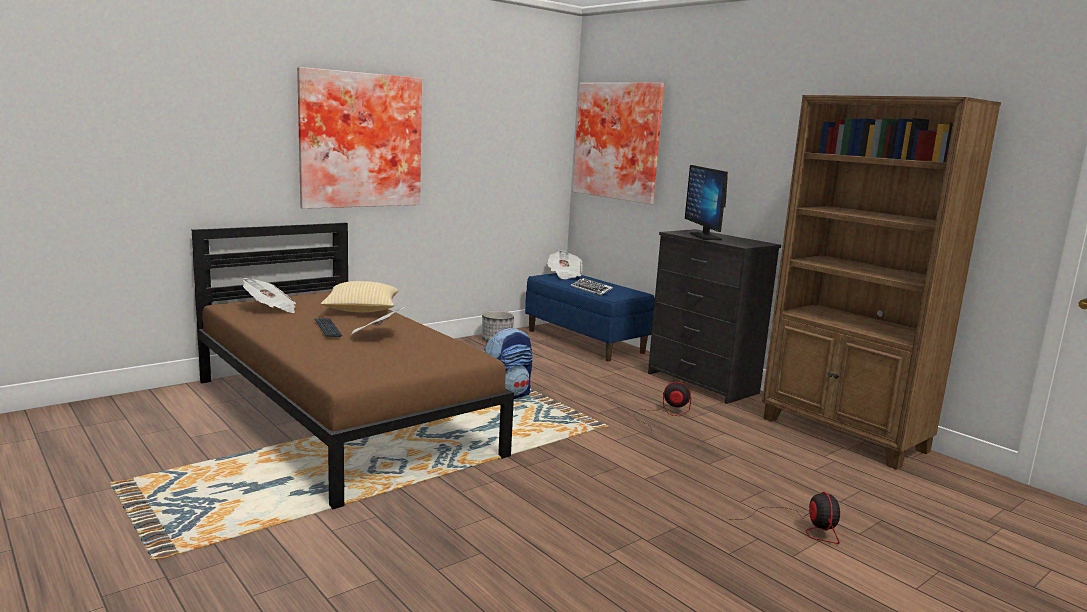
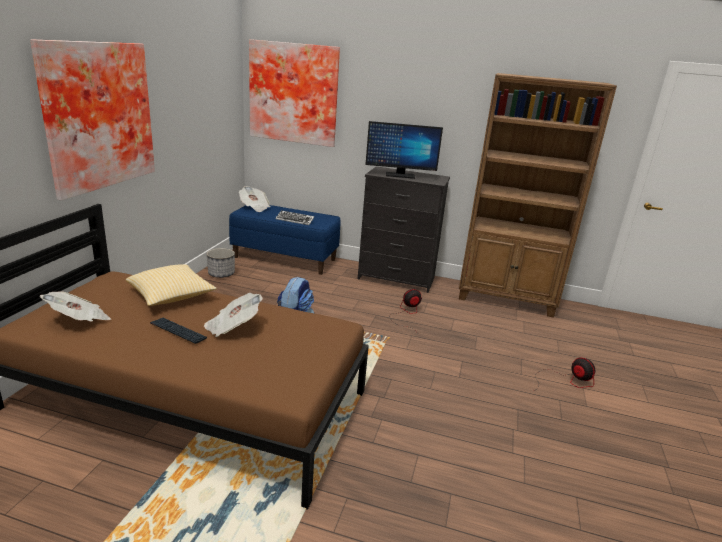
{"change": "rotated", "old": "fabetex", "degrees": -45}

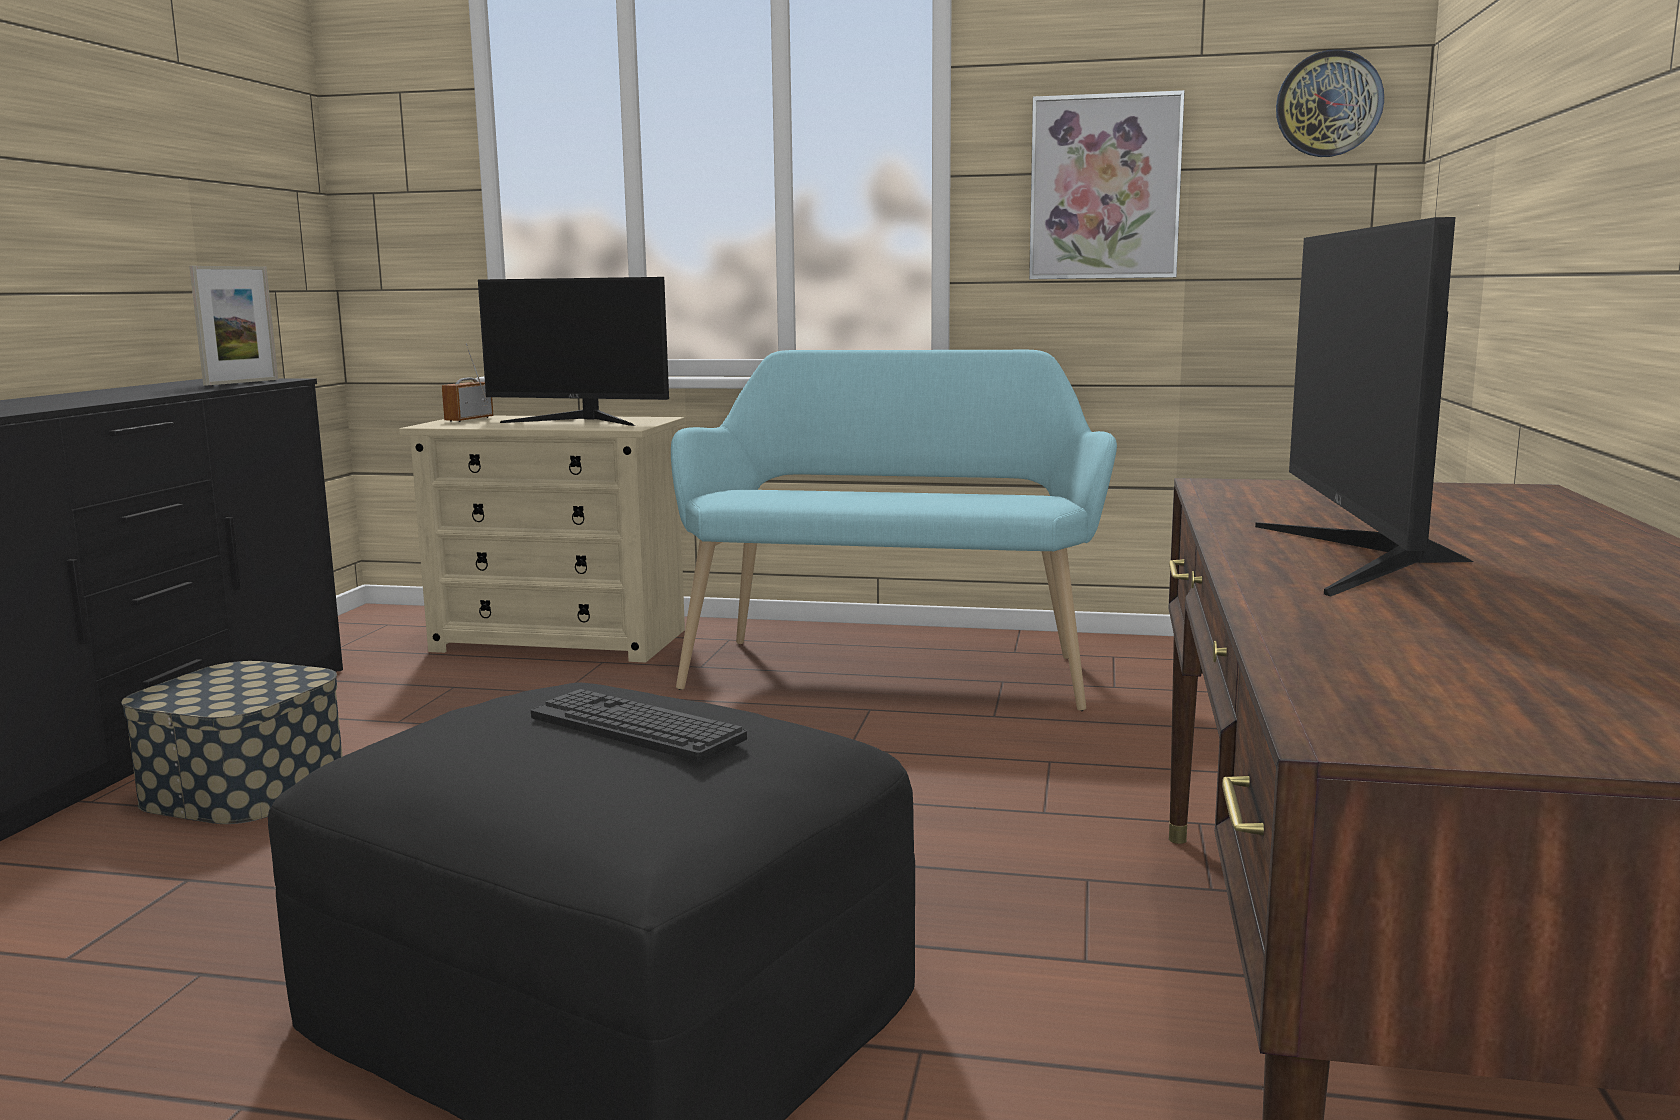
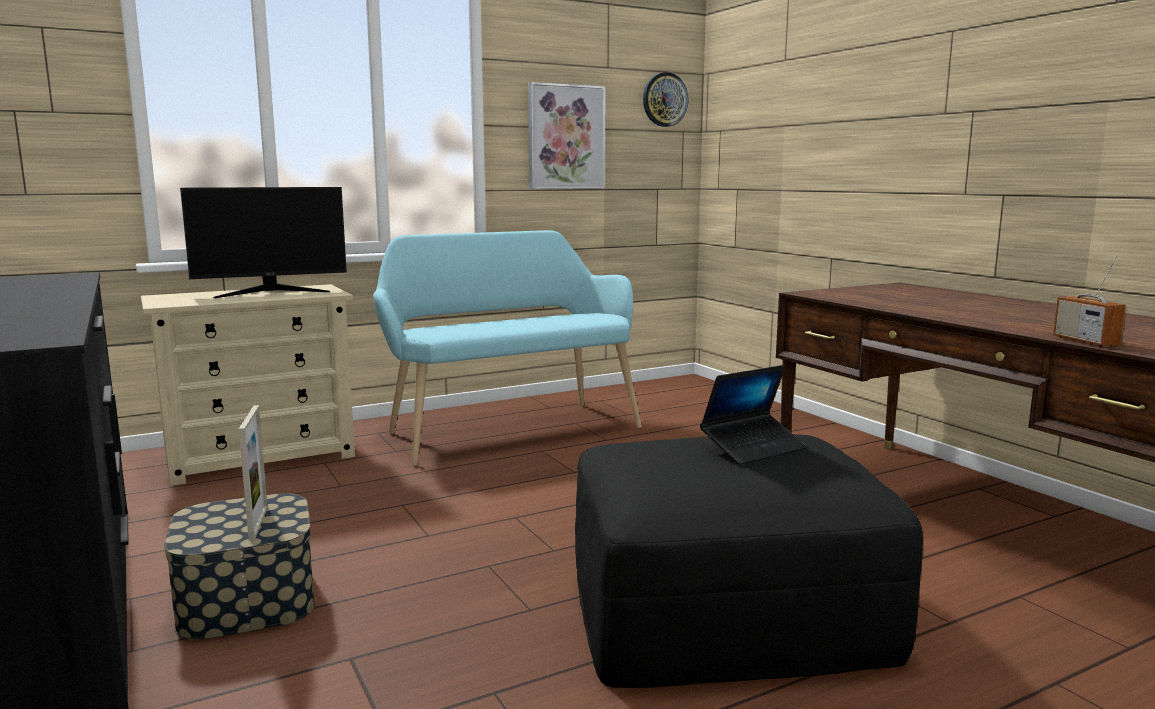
{"change": "gone", "old": "fabetex (no. 2 from left)"}
{"change": "shifted", "old": "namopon"}
{"change": "shifted", "old": "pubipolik"}
{"change": "swapped", "old": "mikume", "new": "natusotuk"}

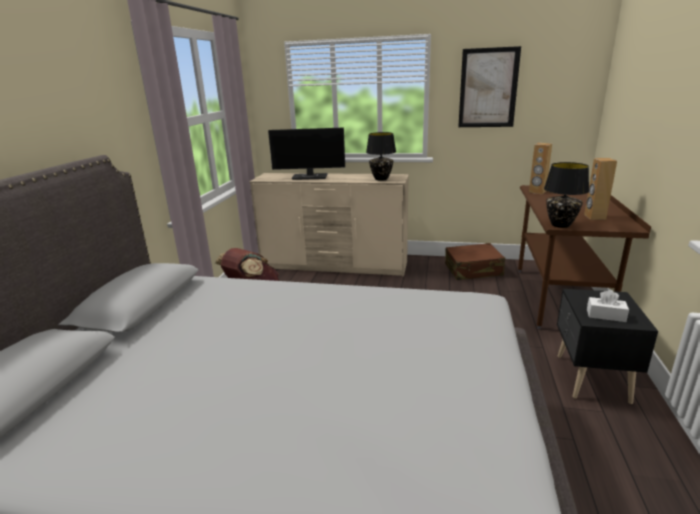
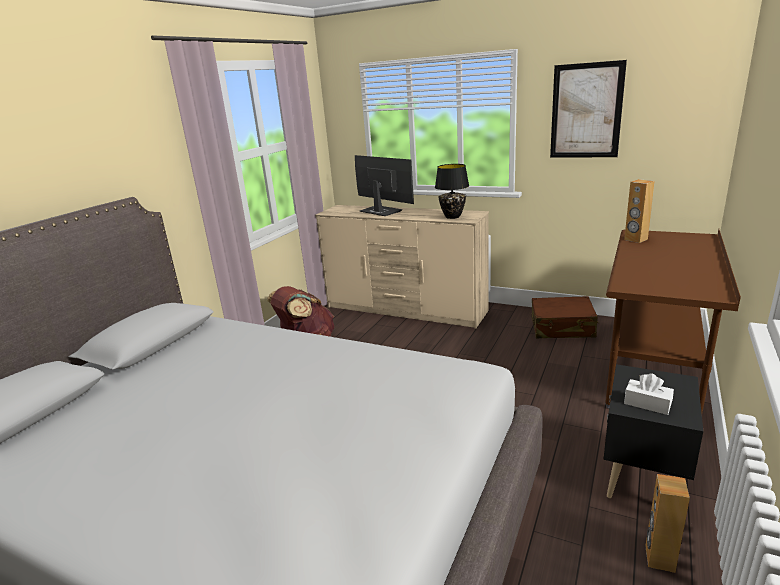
{"change": "rotated", "old": "fabetex", "degrees": -150}
{"change": "shifted", "old": "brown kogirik (no. 2 from left)"}
{"change": "gone", "old": "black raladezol (no. 2 from left)"}

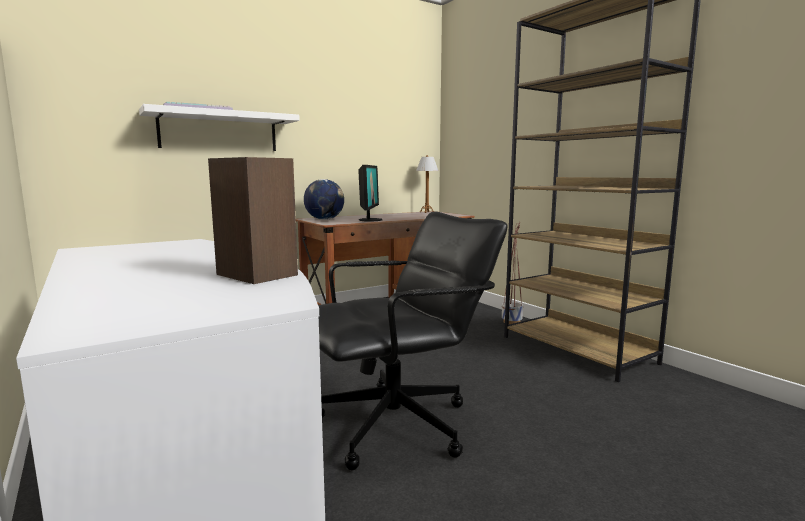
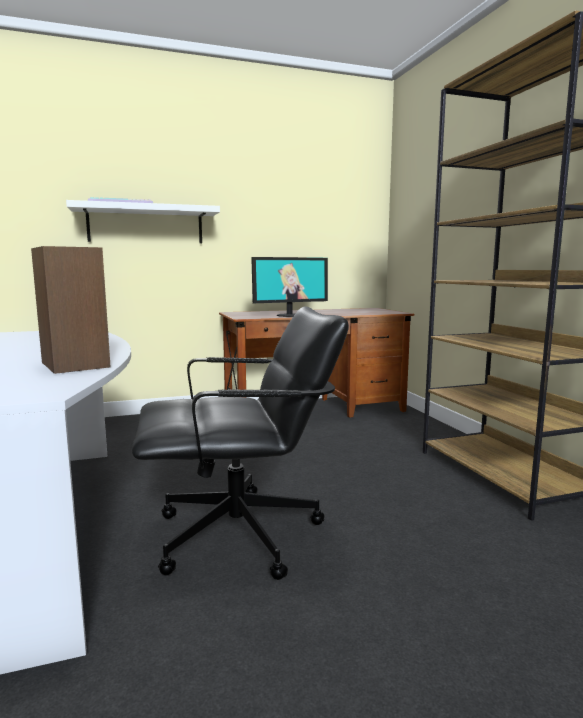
{"change": "gone", "old": "raladezol"}
{"change": "rotated", "old": "fabetex", "degrees": 45}
{"change": "gone", "old": "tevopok"}
{"change": "gone", "old": "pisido"}

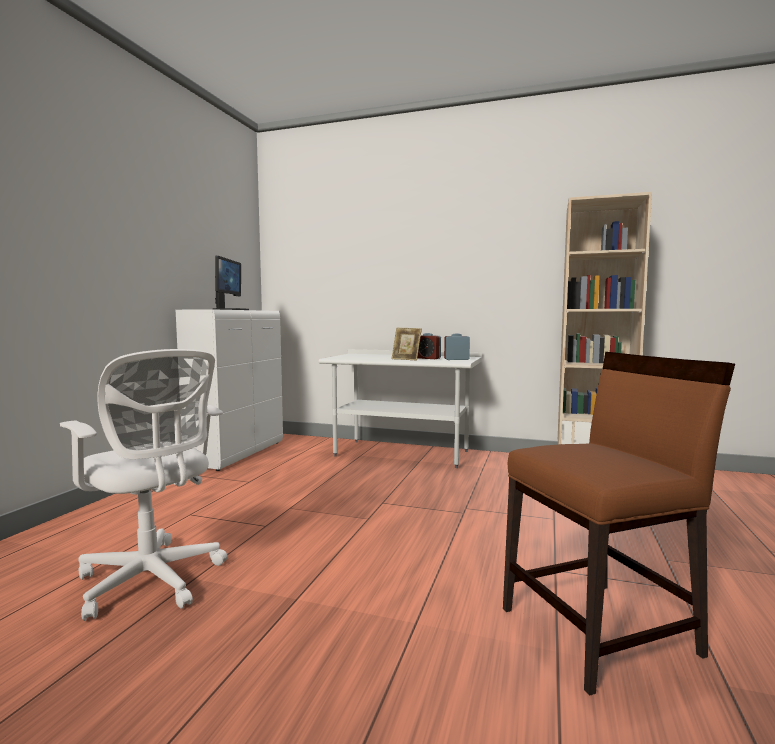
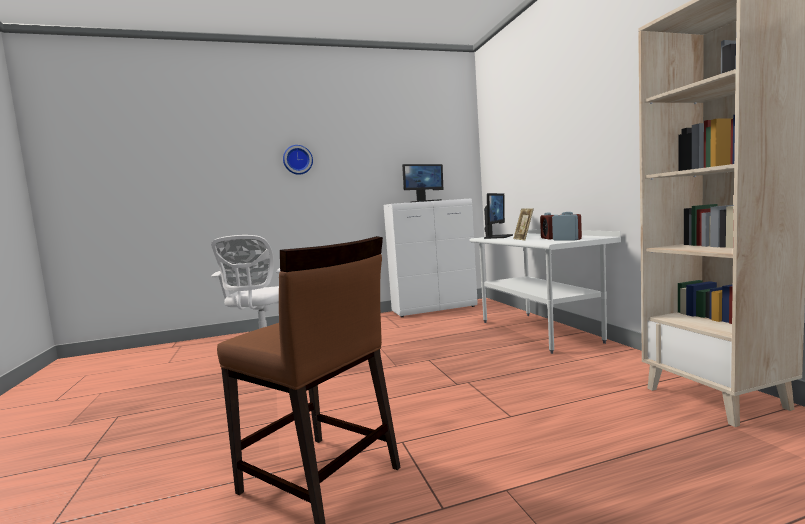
{"change": "new", "new": "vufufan"}
{"change": "new", "new": "fabetex (no. 2 from left)"}

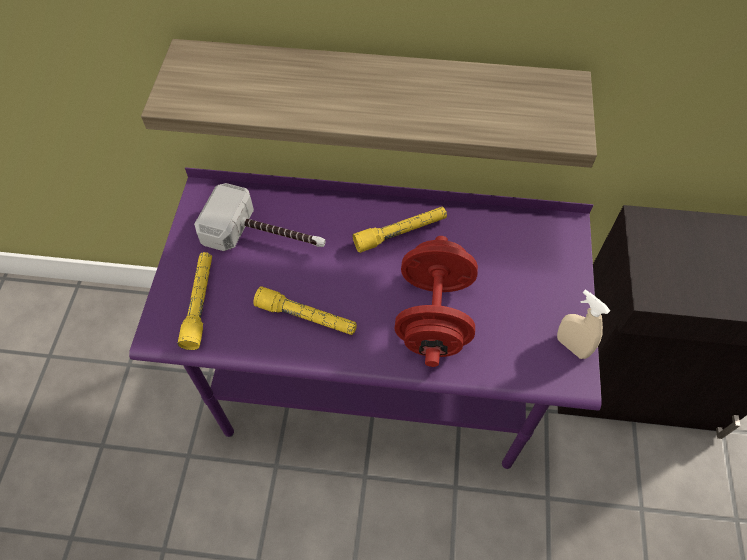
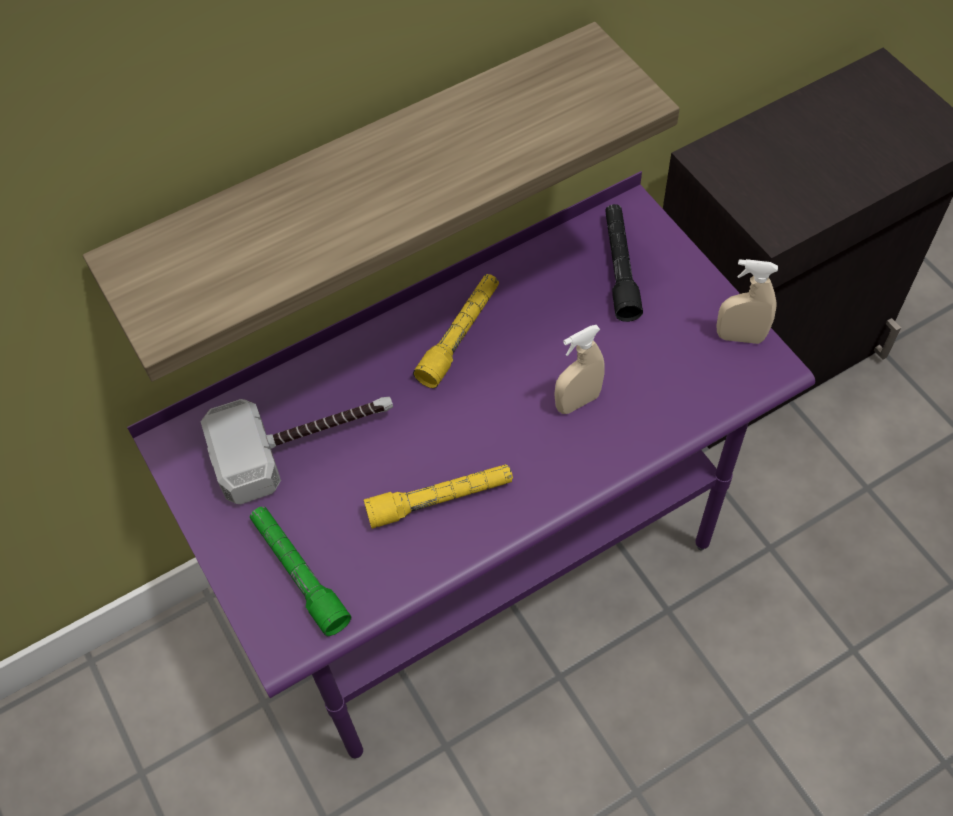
{"change": "swapped", "old": "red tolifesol", "new": "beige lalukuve (no. 1 from left)"}
{"change": "repainted", "old": "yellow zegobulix (no. 1 from left)", "new": "green zegobulix"}
{"change": "new", "new": "black zegobulix"}

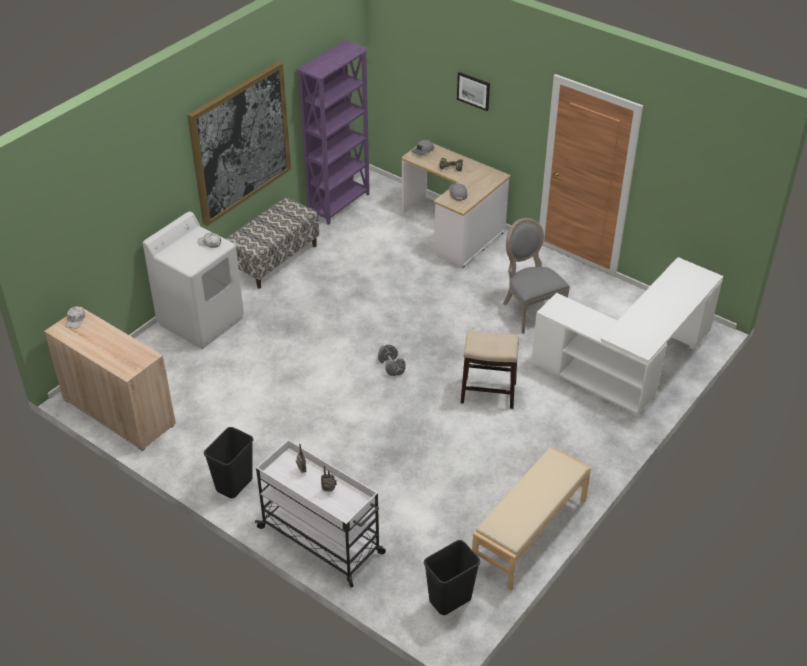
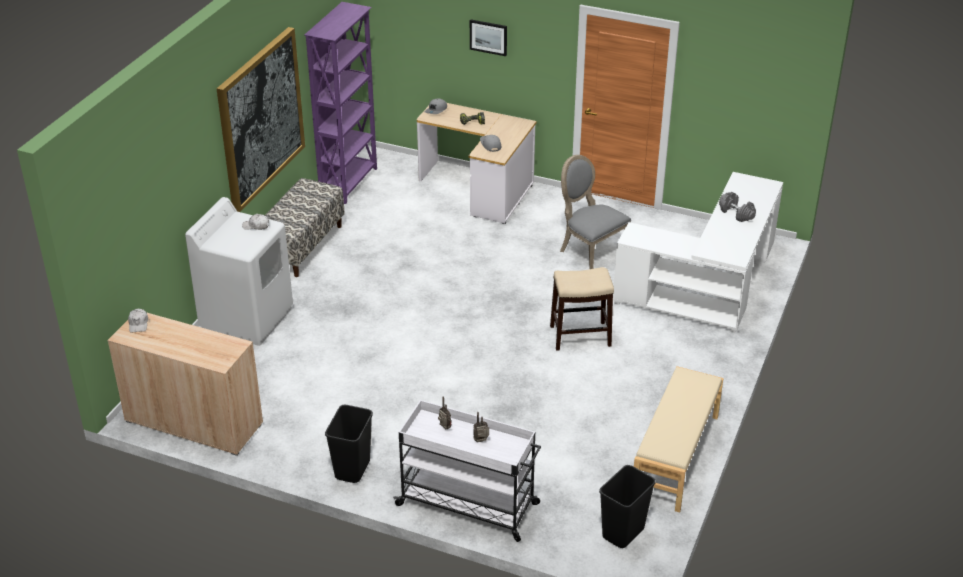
{"change": "shifted", "old": "grey tolifesol"}

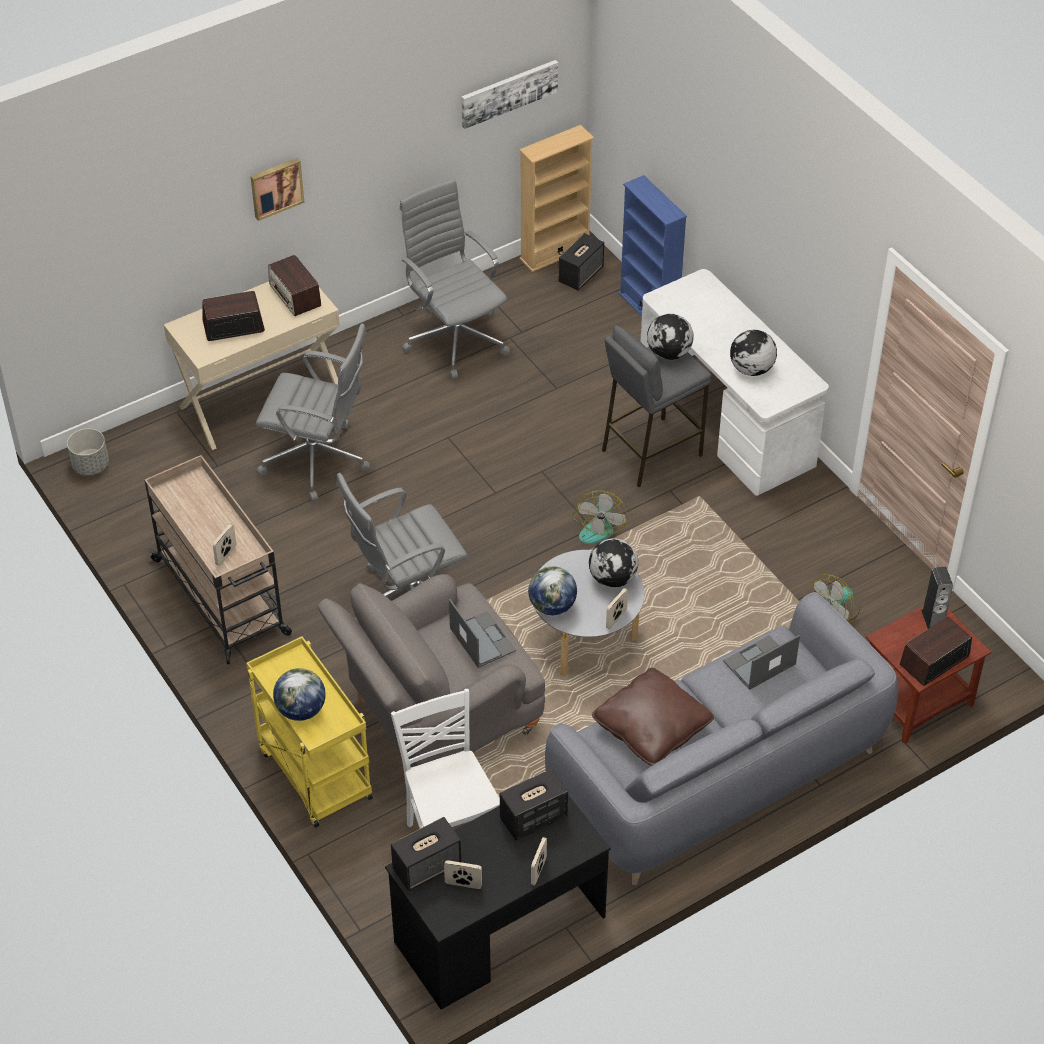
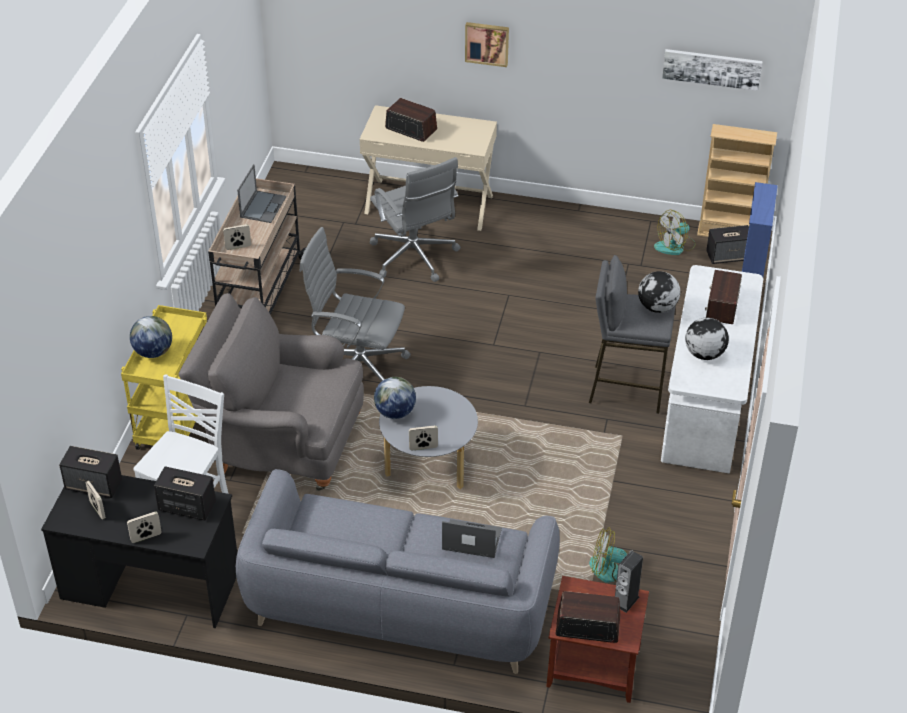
{"change": "gone", "old": "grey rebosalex (no. 3 from left)"}
{"change": "shifted", "old": "pubipolik (no. 2 from left in the first image)", "new": "pubipolik (no. 3 from left)"}
{"change": "gone", "old": "grey pisido"}
{"change": "shifted", "old": "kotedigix (no. 1 from left in the first image)", "new": "kotedigix (no. 2 from left)"}
{"change": "gone", "old": "tevopok (no. 3 from left)"}
{"change": "shifted", "old": "natusotuk (no. 1 from left)"}
{"change": "gone", "old": "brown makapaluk"}

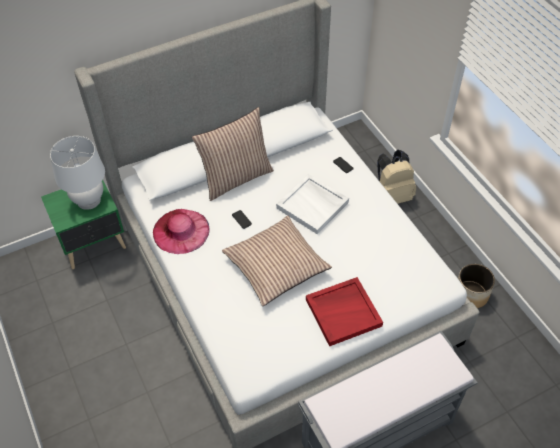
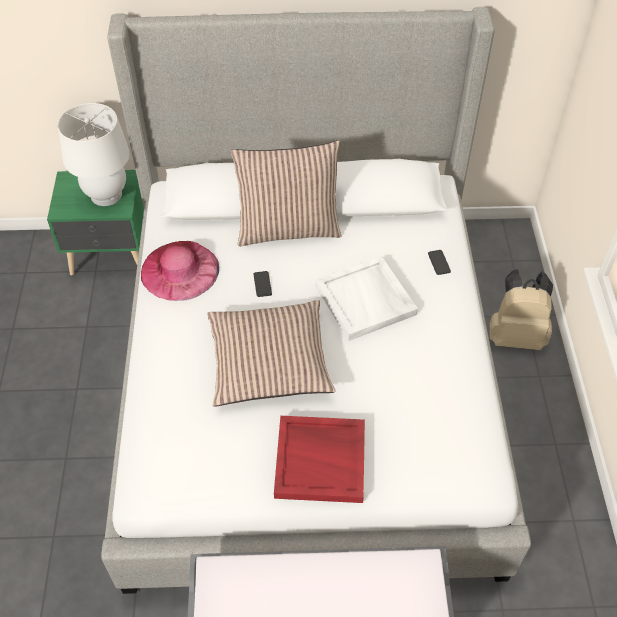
{"change": "gone", "old": "pisido"}

